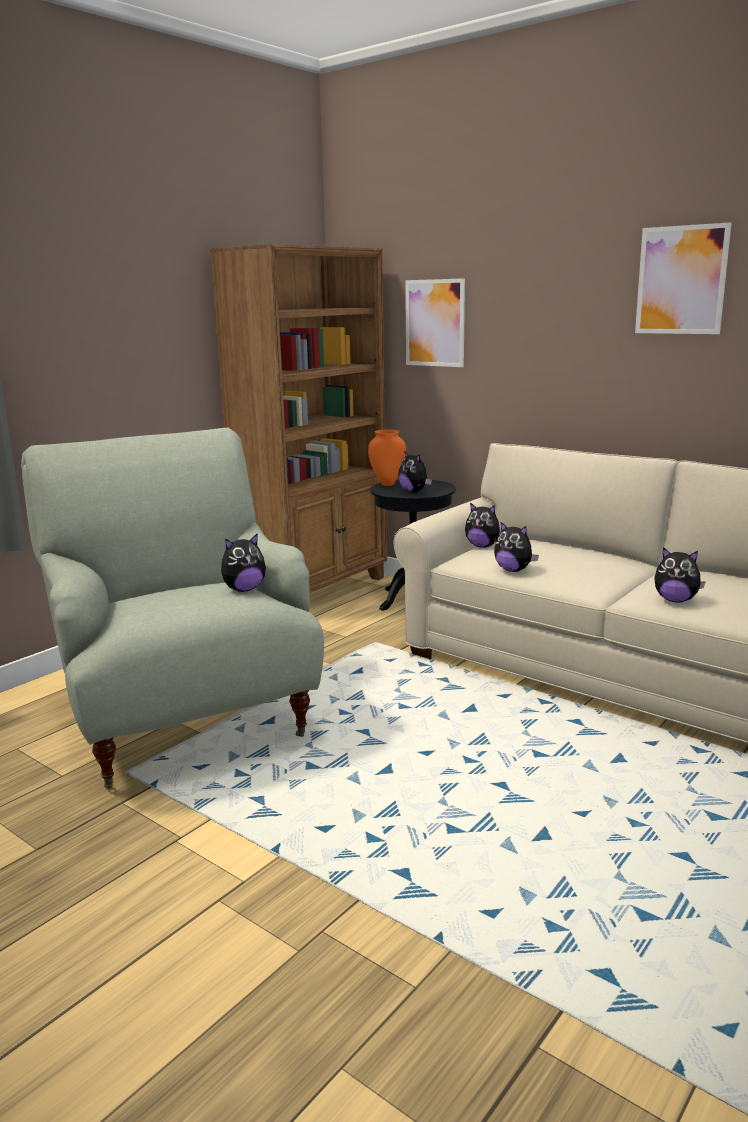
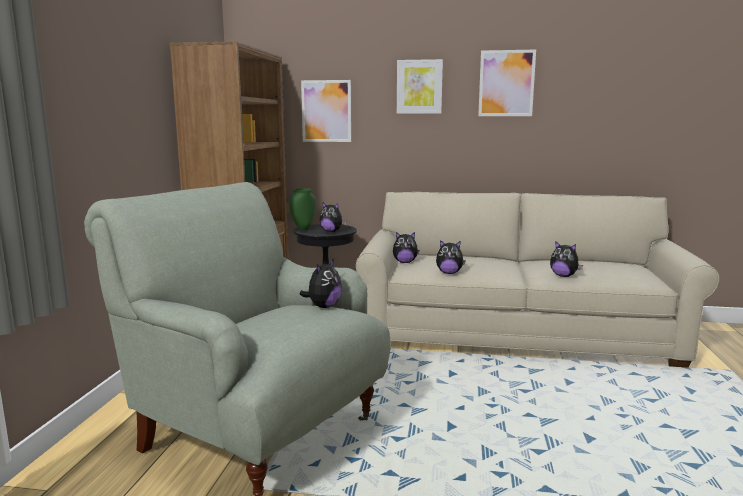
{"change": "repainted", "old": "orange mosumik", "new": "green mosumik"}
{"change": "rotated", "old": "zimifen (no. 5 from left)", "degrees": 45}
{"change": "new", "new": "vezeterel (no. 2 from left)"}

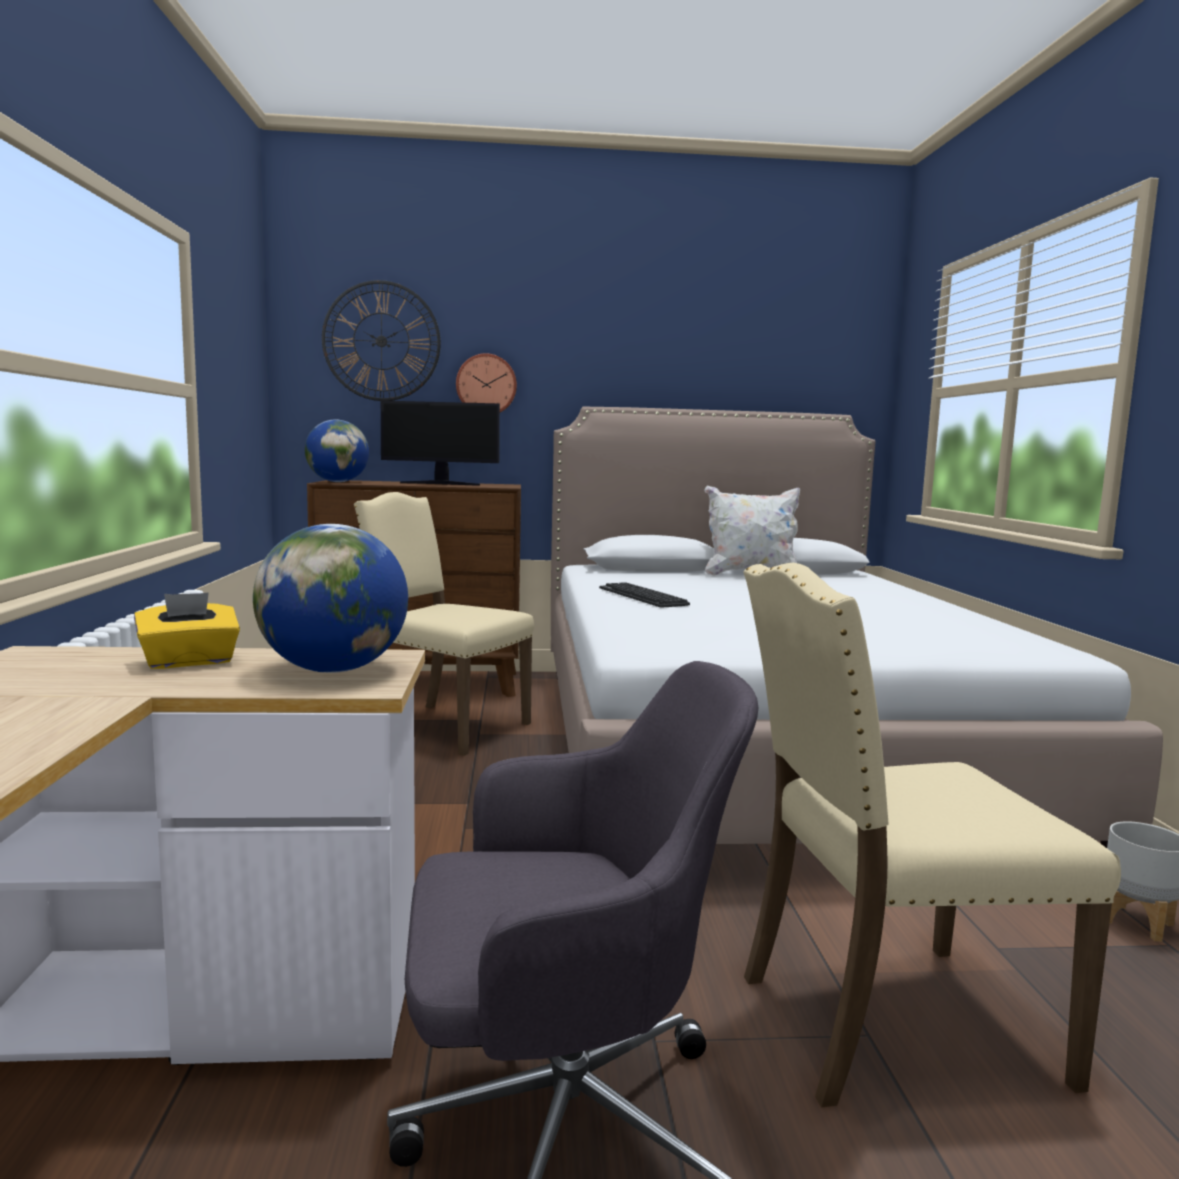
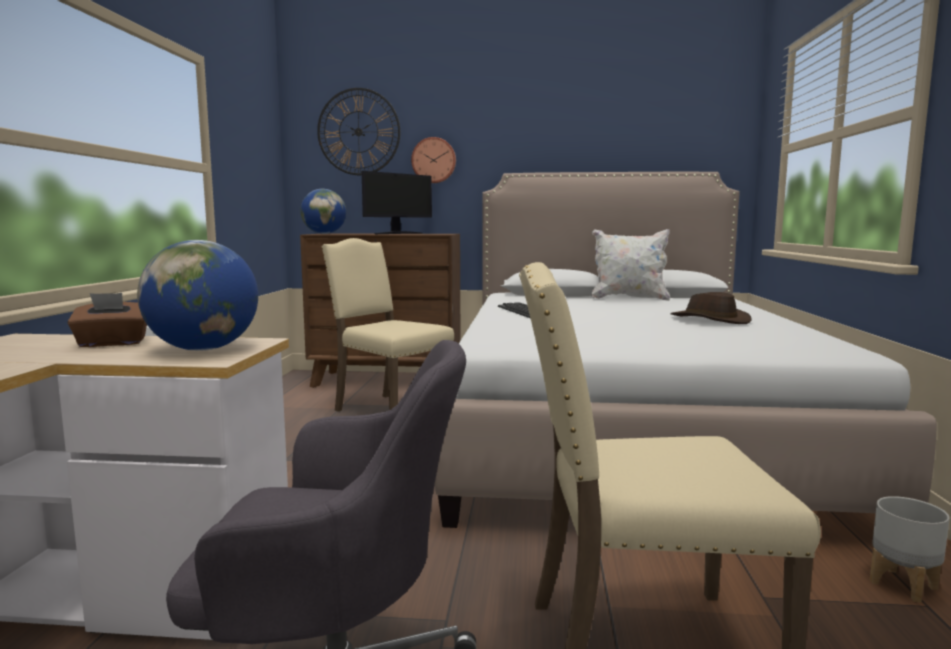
{"change": "rotated", "old": "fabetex", "degrees": -60}
{"change": "repainted", "old": "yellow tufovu", "new": "brown tufovu"}
{"change": "new", "new": "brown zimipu"}

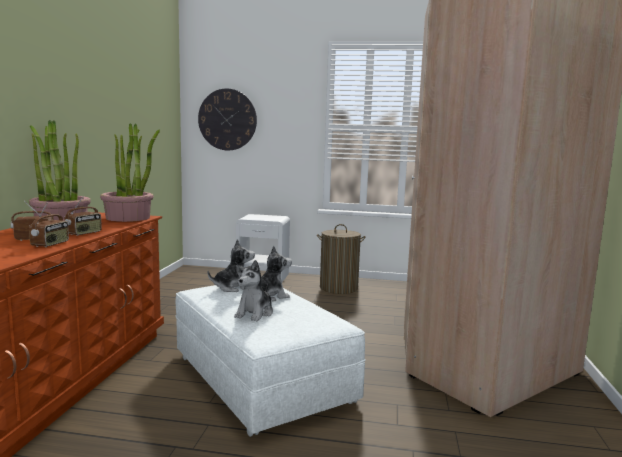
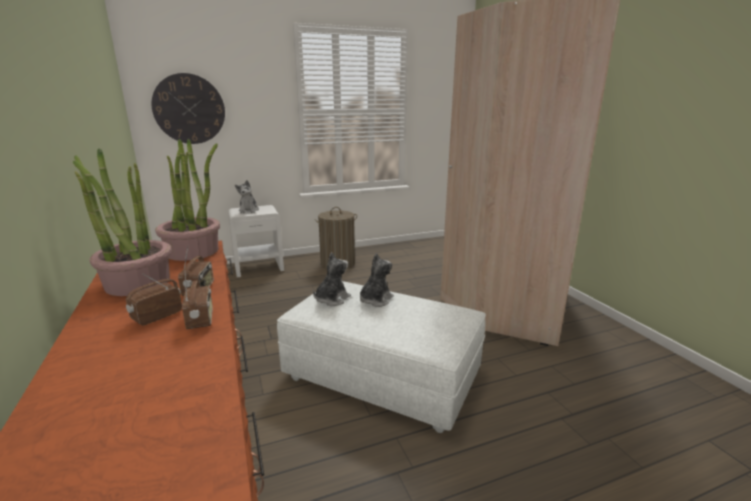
{"change": "shifted", "old": "zimifen (no. 2 from left in the first image)", "new": "zimifen (no. 1 from left)"}

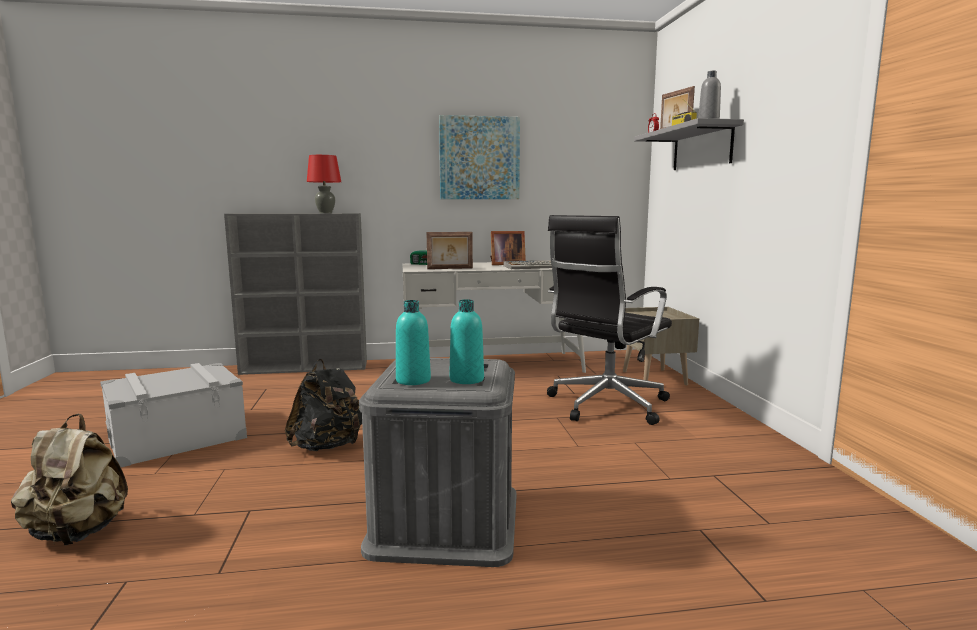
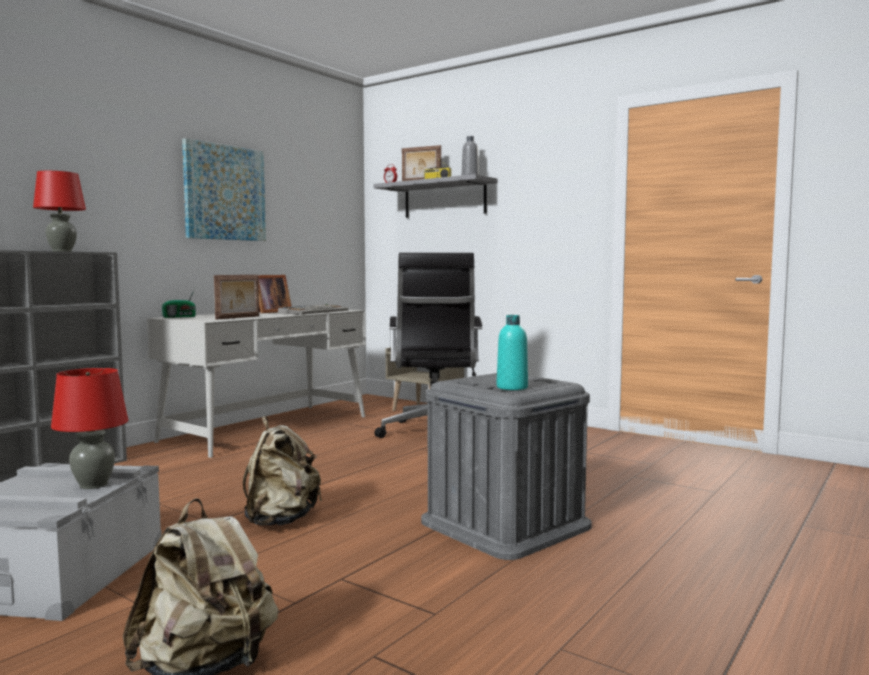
{"change": "gone", "old": "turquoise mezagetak (no. 2 from left)"}
{"change": "repainted", "old": "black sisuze", "new": "beige sisuze (no. 2 from left)"}
{"change": "new", "new": "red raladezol (no. 2 from left)"}

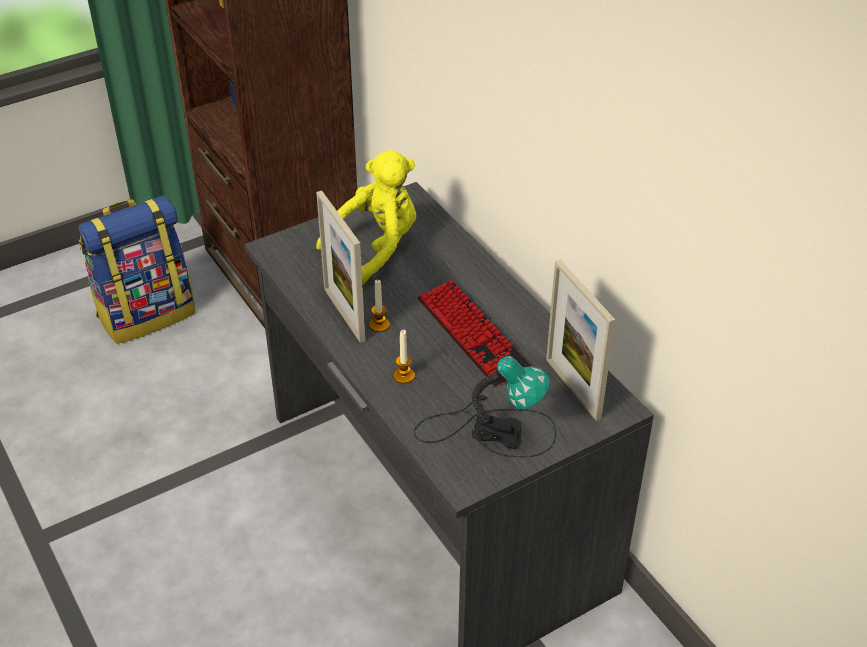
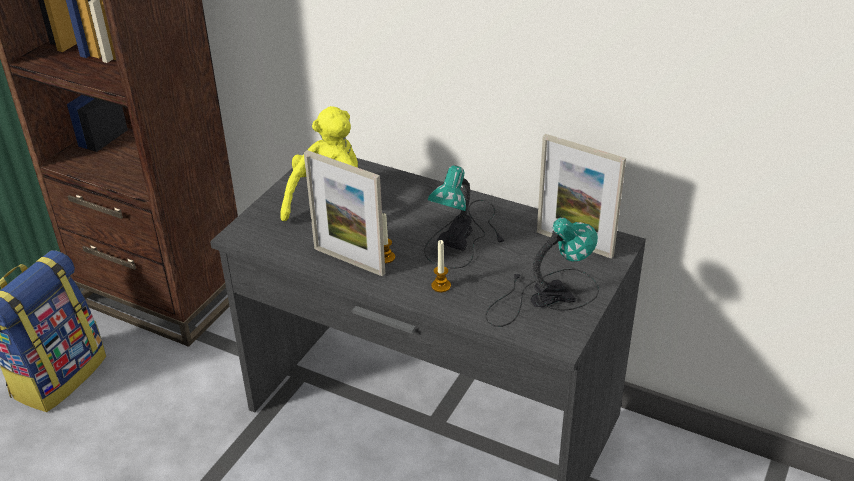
{"change": "swapped", "old": "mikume", "new": "raladezol (no. 1 from left)"}

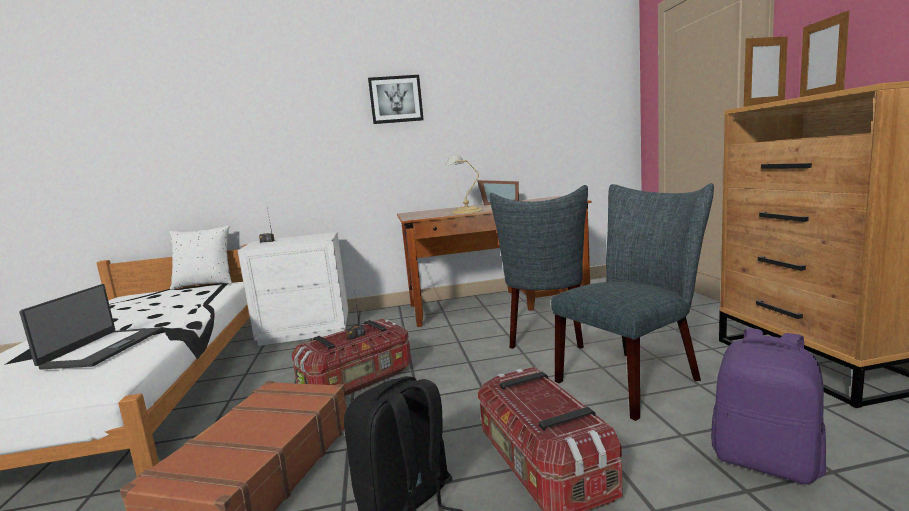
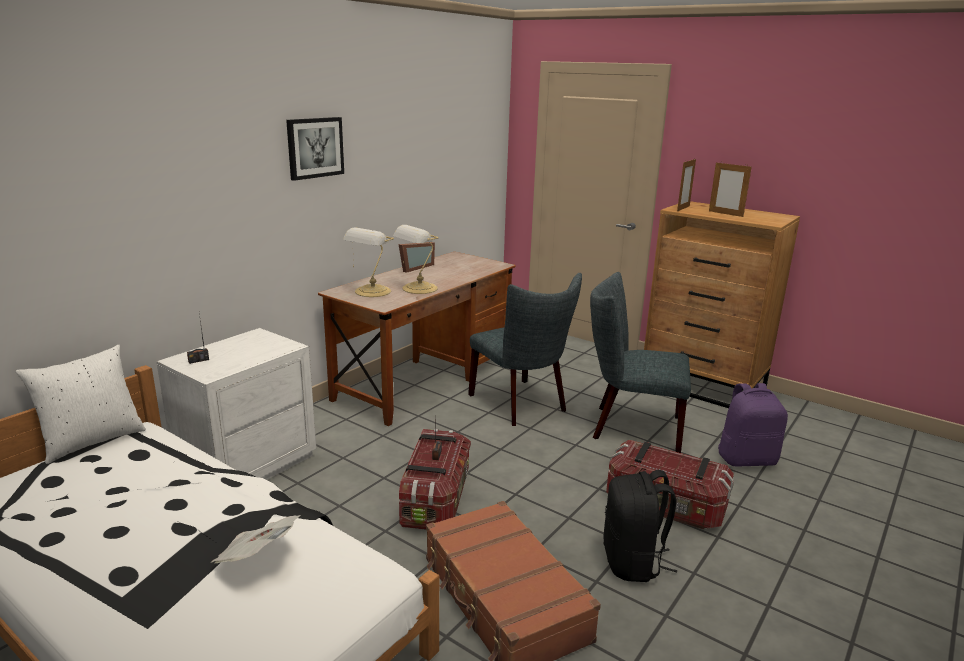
{"change": "rotated", "old": "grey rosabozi (no. 2 from left)", "degrees": -90}
{"change": "swapped", "old": "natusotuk", "new": "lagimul"}
{"change": "new", "new": "raladezol (no. 1 from left)"}

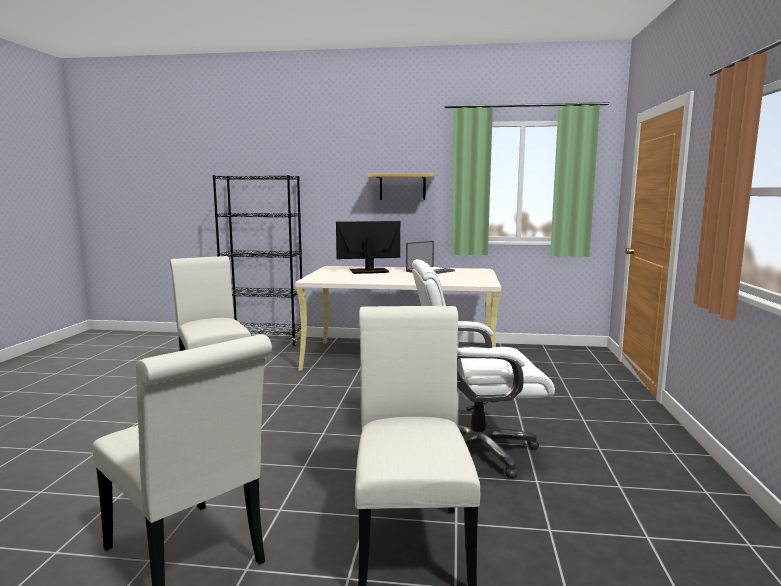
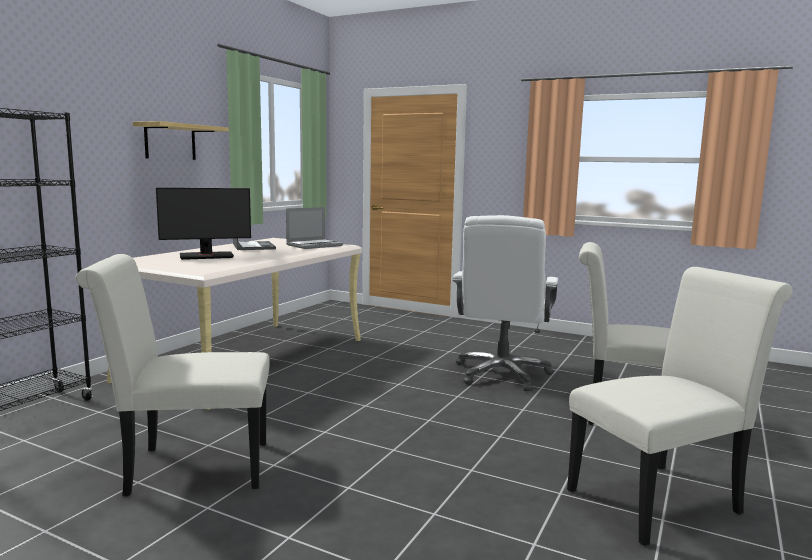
{"change": "rotated", "old": "fabetex", "degrees": -120}
{"change": "new", "new": "natusotuk (no. 2 from left)"}

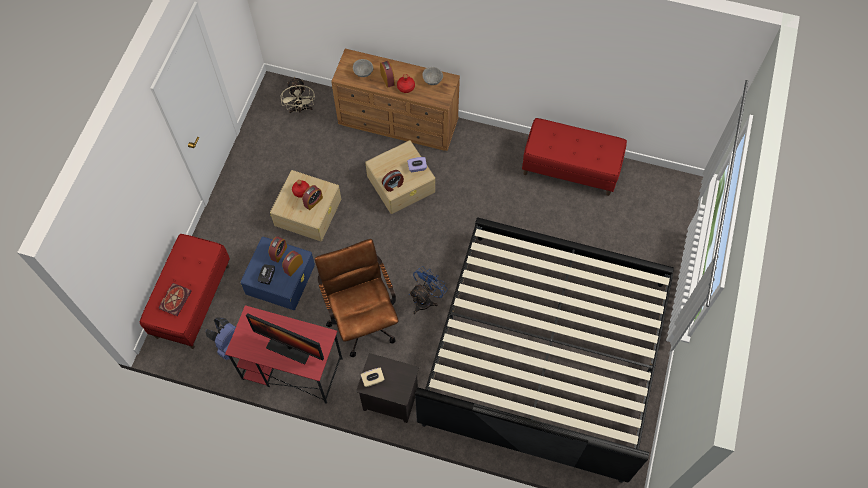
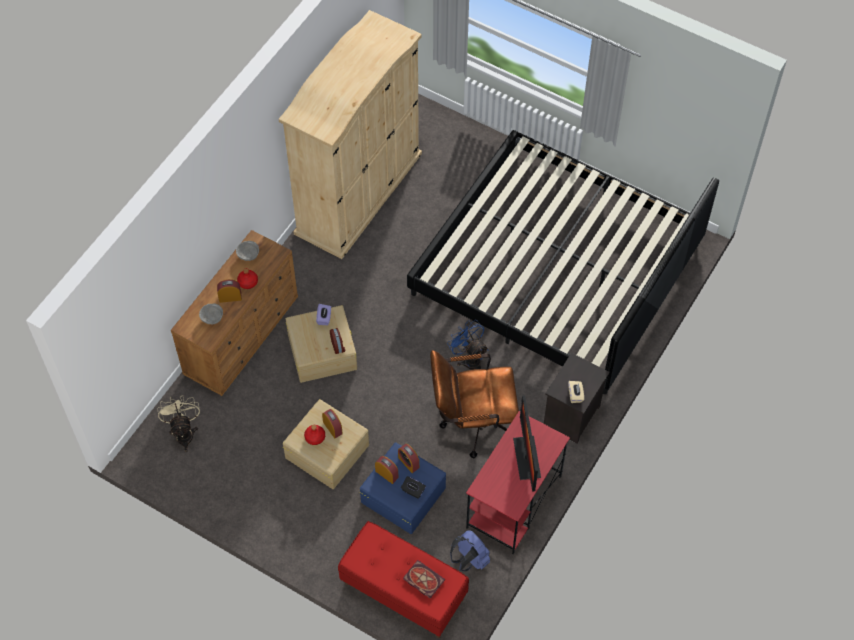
{"change": "rotated", "old": "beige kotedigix", "degrees": -105}
{"change": "swapped", "old": "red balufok (no. 2 from left)", "new": "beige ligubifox"}
{"change": "rotated", "old": "fabetex", "degrees": 135}

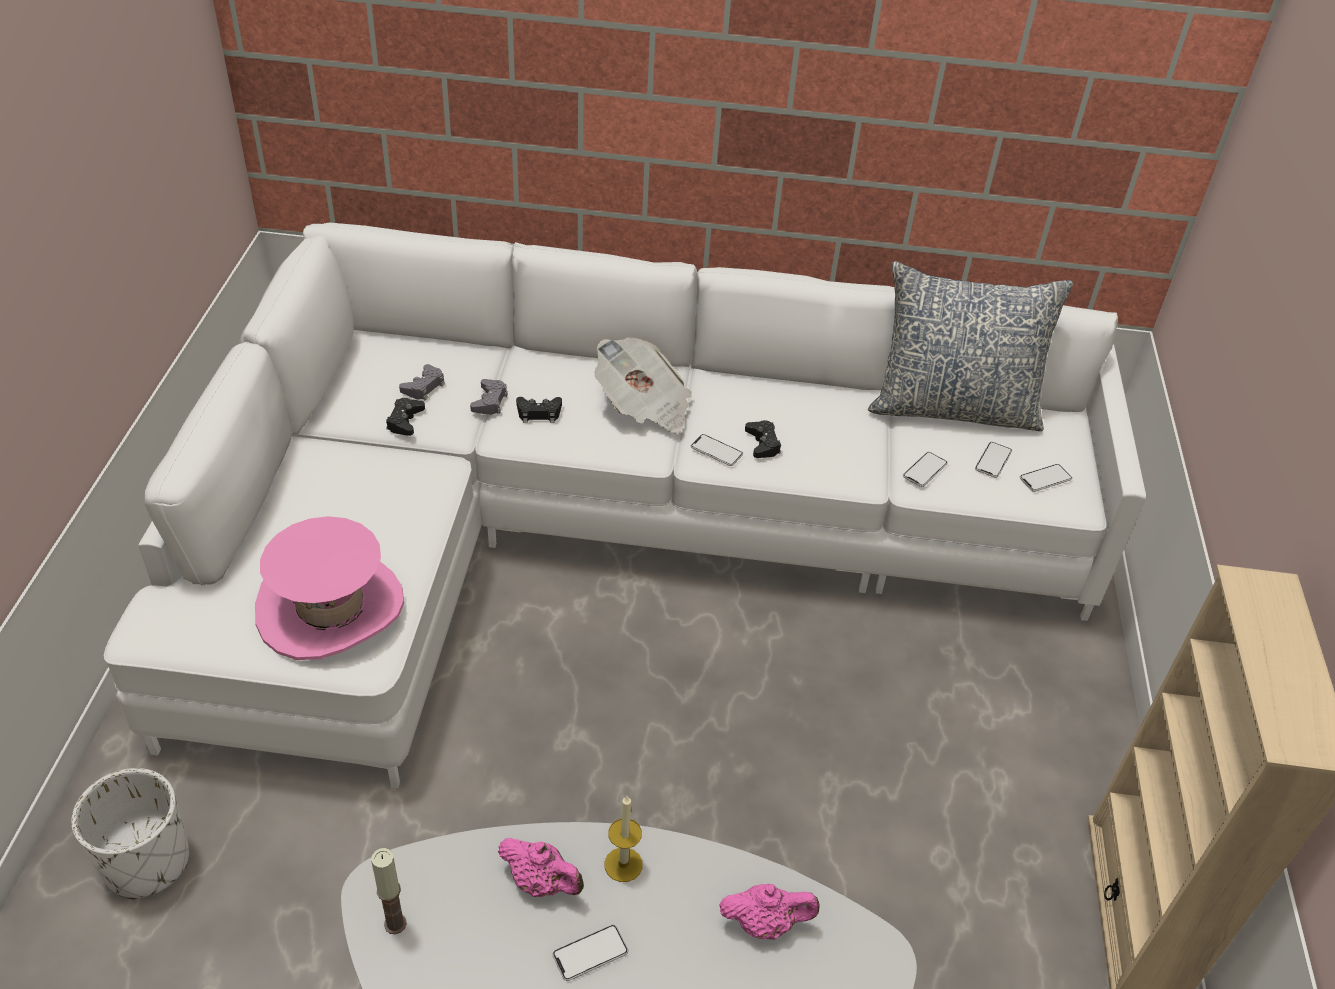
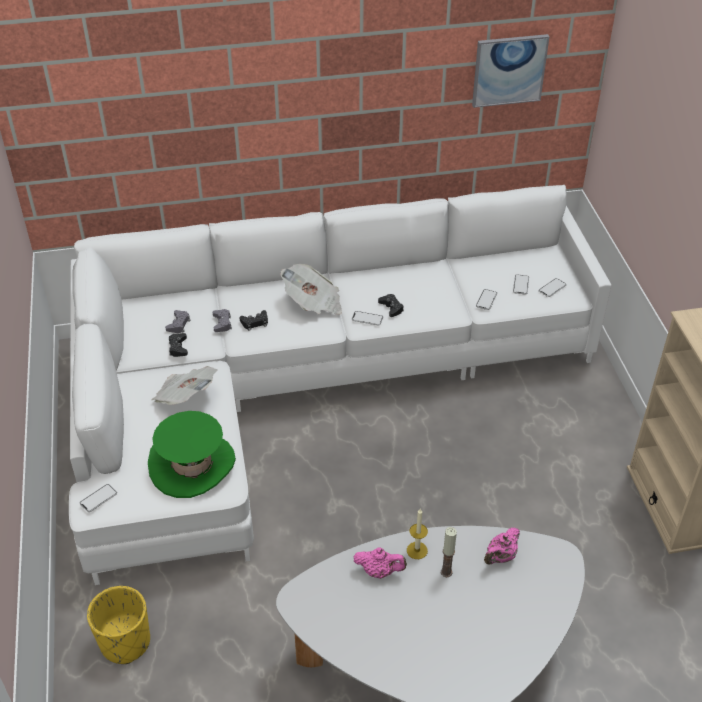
{"change": "gone", "old": "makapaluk"}
{"change": "repainted", "old": "pink zimipu", "new": "green zimipu"}
{"change": "repainted", "old": "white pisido", "new": "yellow pisido"}
{"change": "shifted", "old": "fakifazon (no. 1 from left in the first image)", "new": "fakifazon (no. 2 from left)"}
{"change": "rotated", "old": "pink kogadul (no. 2 from left)", "degrees": 150}
{"change": "shifted", "old": "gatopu (no. 1 from left)"}
{"change": "new", "new": "vezeterel"}
{"change": "new", "new": "lagimul (no. 1 from left)"}

